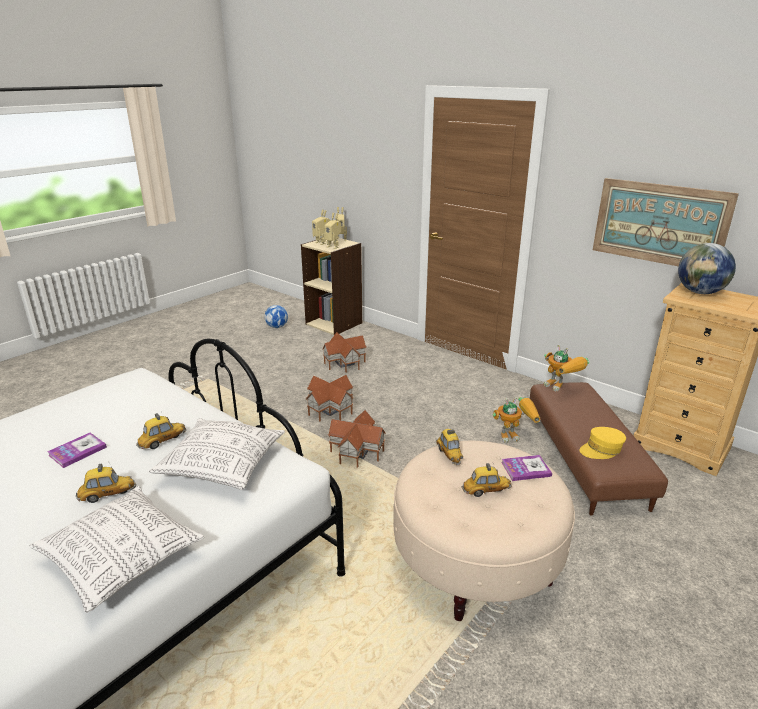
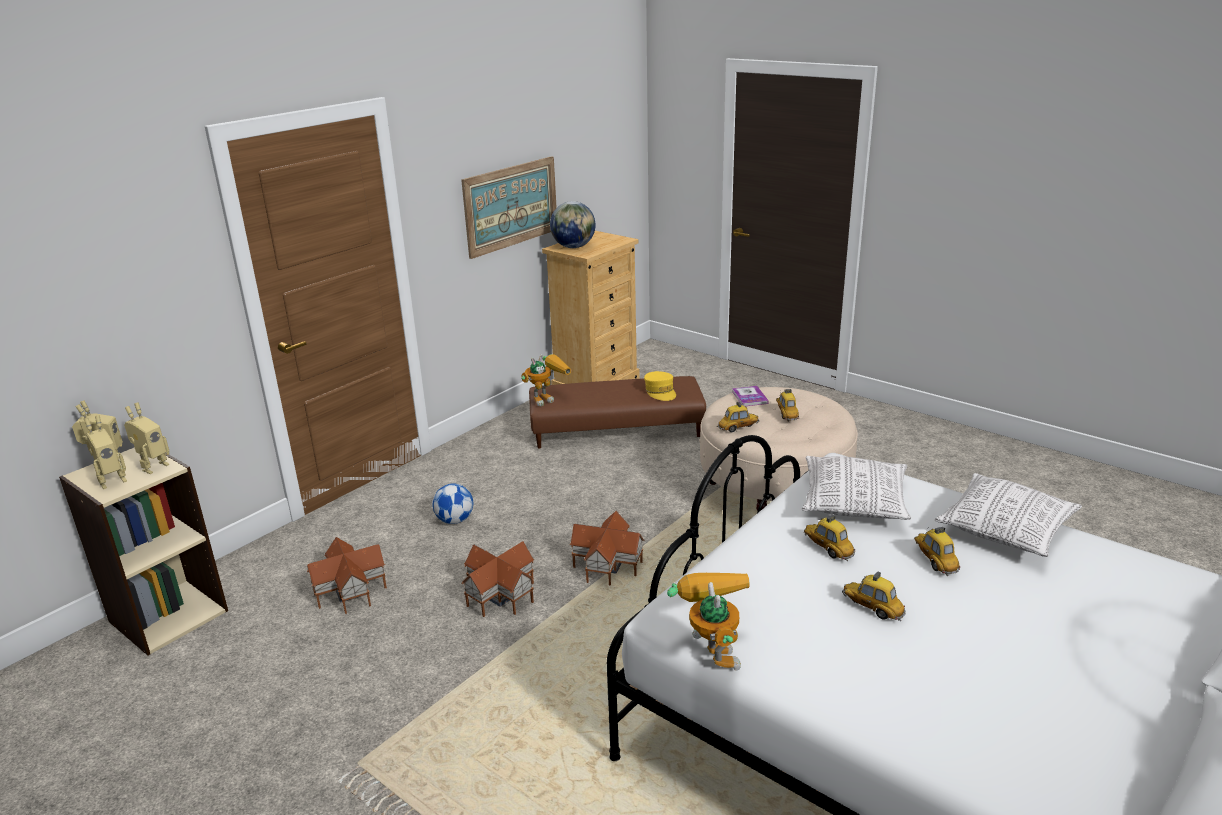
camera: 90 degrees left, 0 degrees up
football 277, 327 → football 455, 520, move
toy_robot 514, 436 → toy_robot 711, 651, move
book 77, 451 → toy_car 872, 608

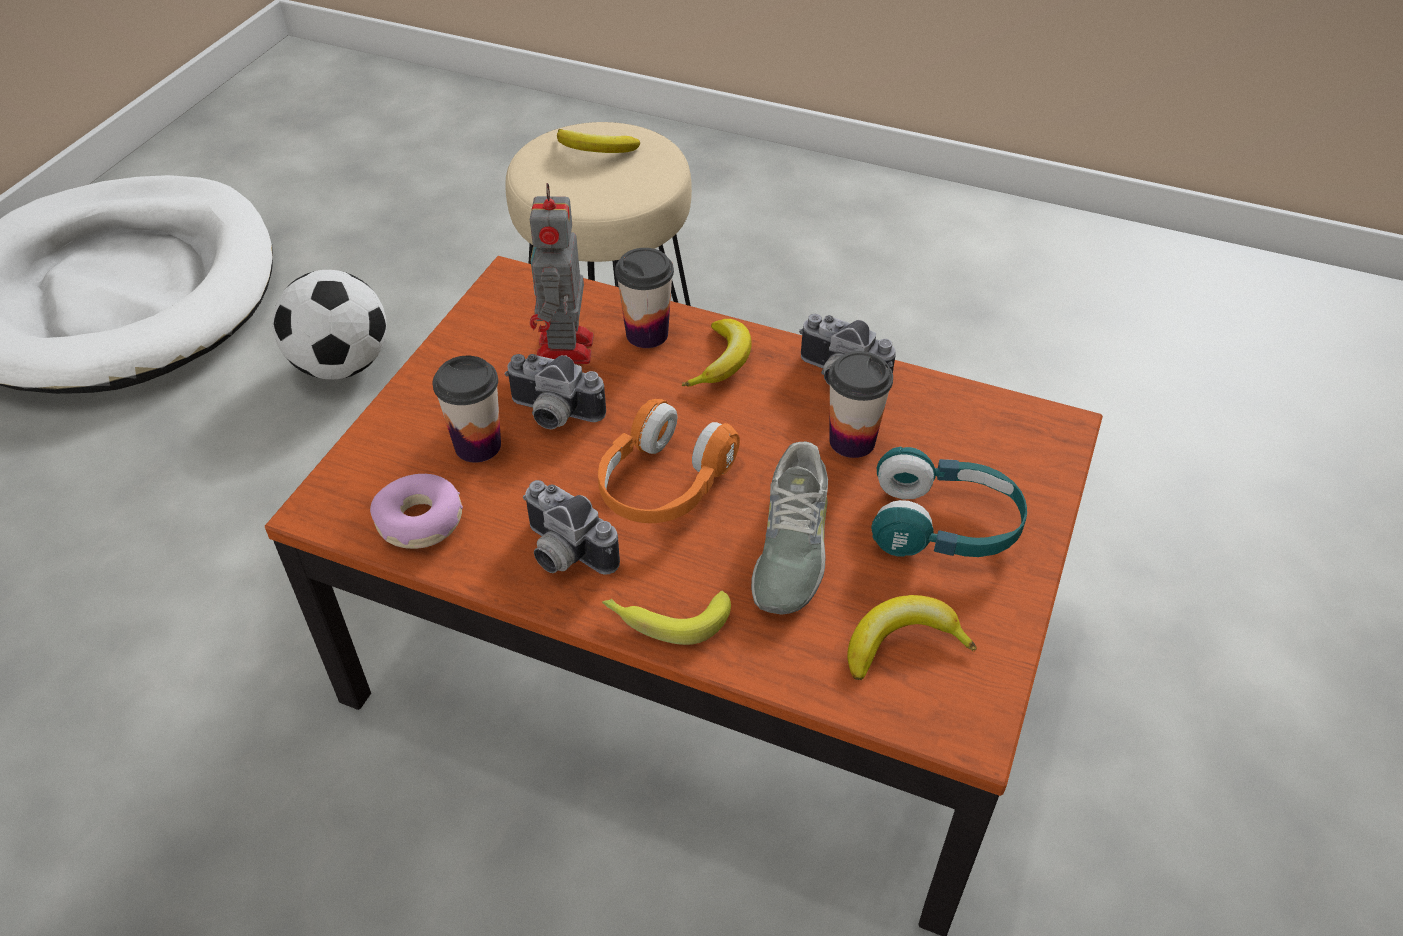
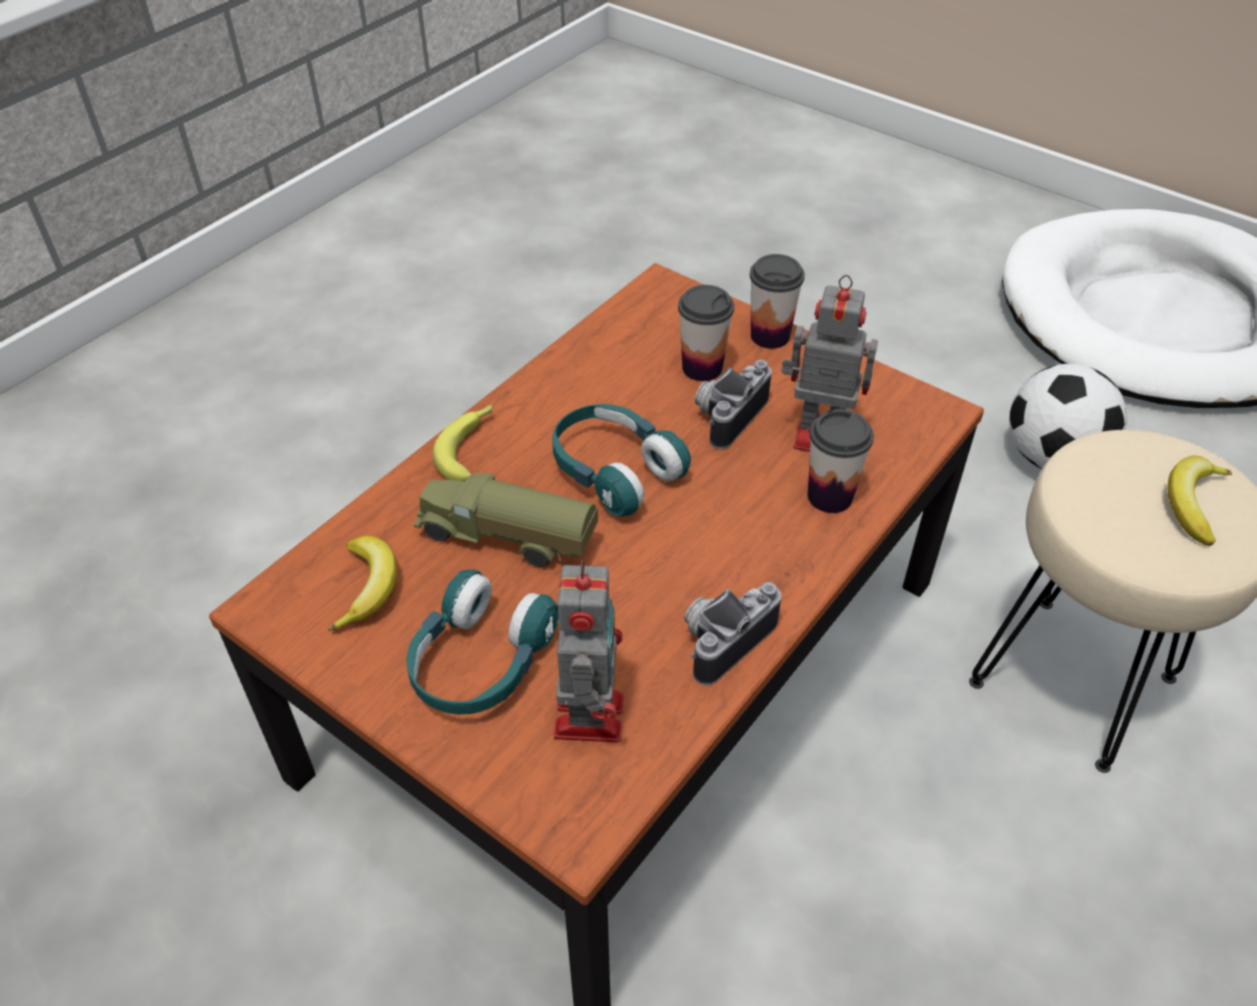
camera: 105 degrees right, 0 degrees up
banana 722, 361 → -
cup 852, 441 → cup 770, 336, move
orange_headphones 663, 484 → turquoise_headphones 614, 471
grey_shoe 790, 546 → toy_truck 507, 540
donut 420, 521 → -
photo_camera 562, 554 → -
- → toy_robot 589, 712

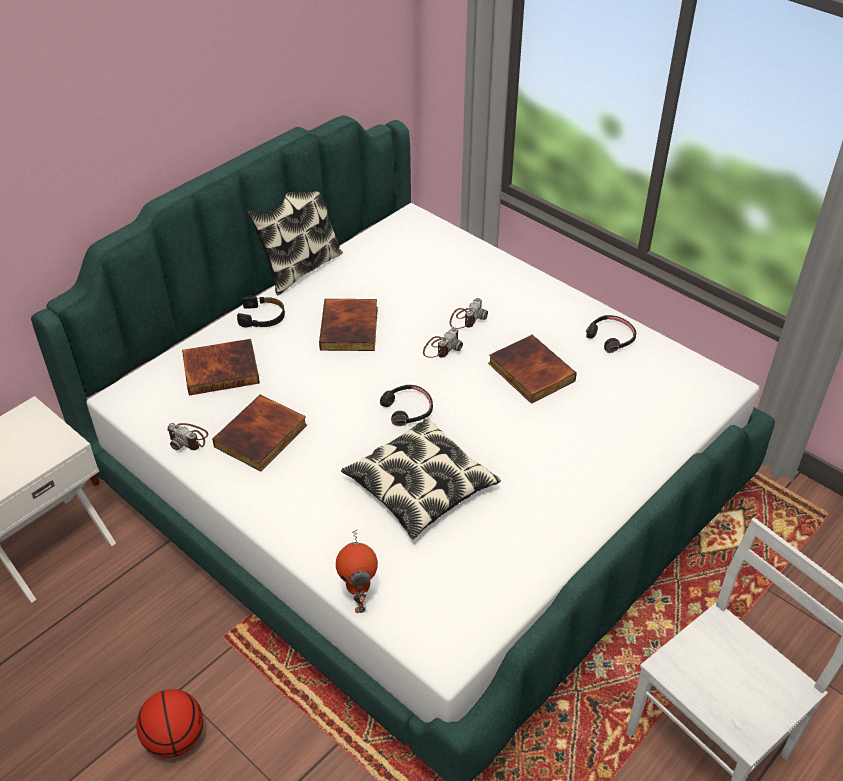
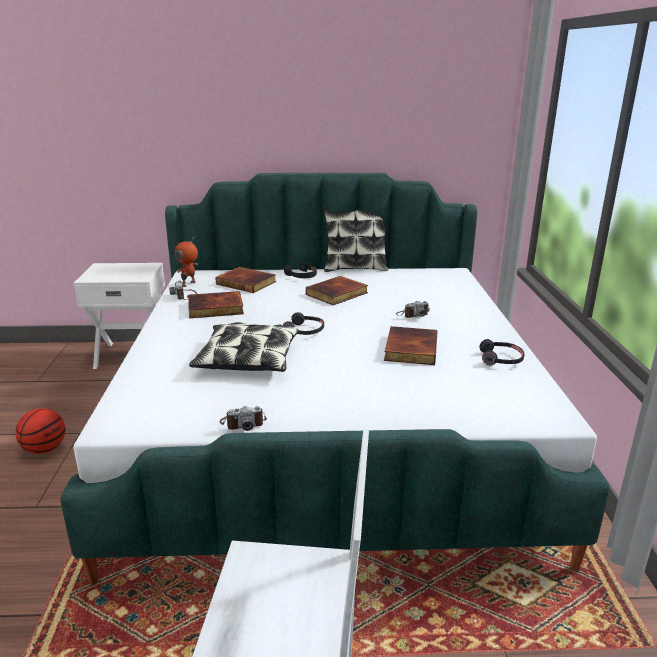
camera: 45 degrees right, 20 degrees down
photo_camera 441, 347 → photo_camera 243, 423, move
toy_robot 359, 599 → toy_robot 189, 284, move

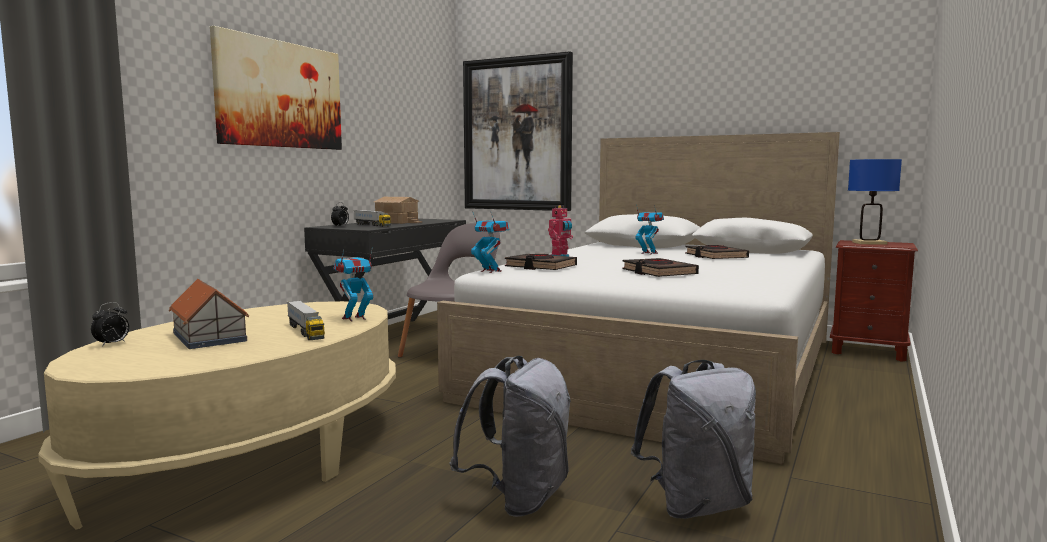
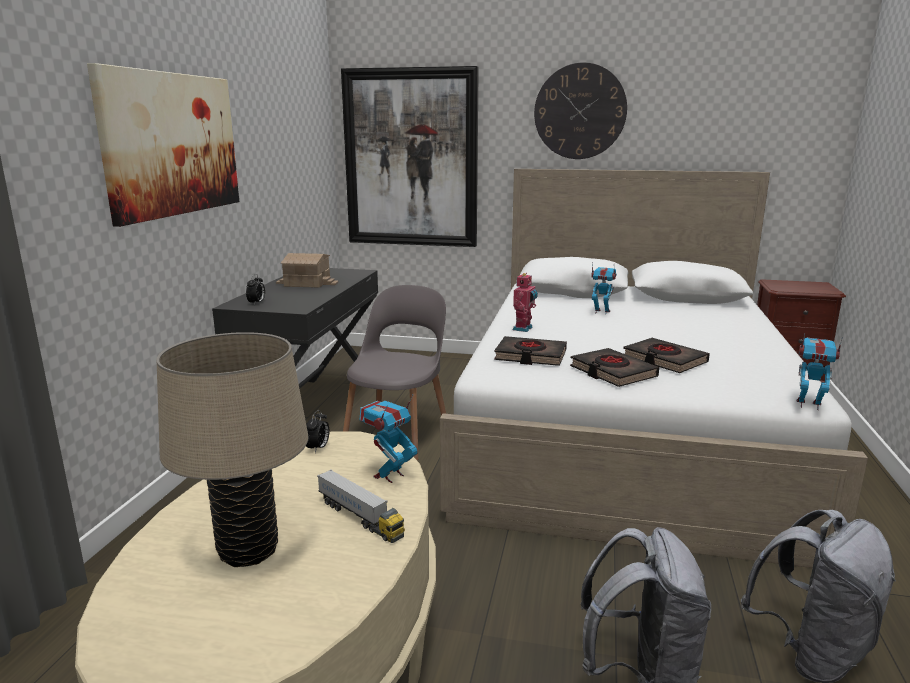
camera: 15 degrees left, 10 degrees up
blue_table_lamp 869, 243 → -
toy_truck 372, 225 → -
toy_robot 490, 271 → toy_robot 808, 405, move
black_book 715, 256 → black_book 612, 372, move
toy_house 209, 336 → beige_table_lamp 248, 551
alarm_clock 112, 344 → alarm_clock 318, 448, move
- → wall_clock 580, 111

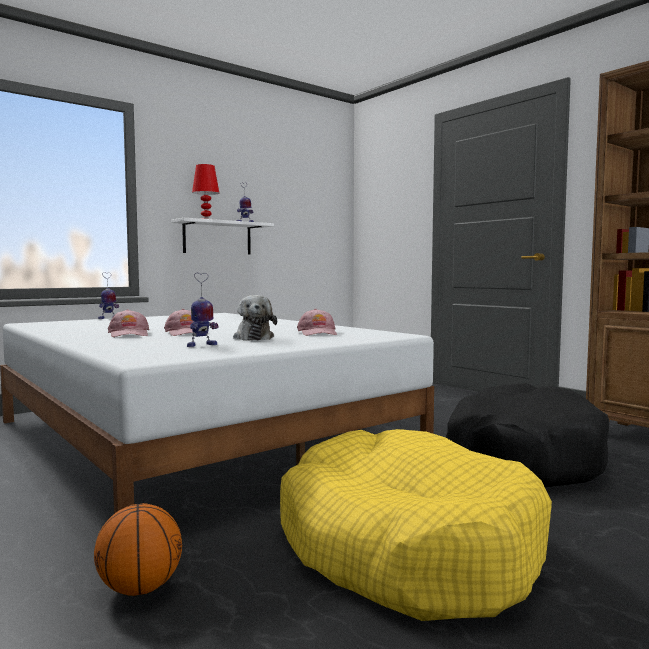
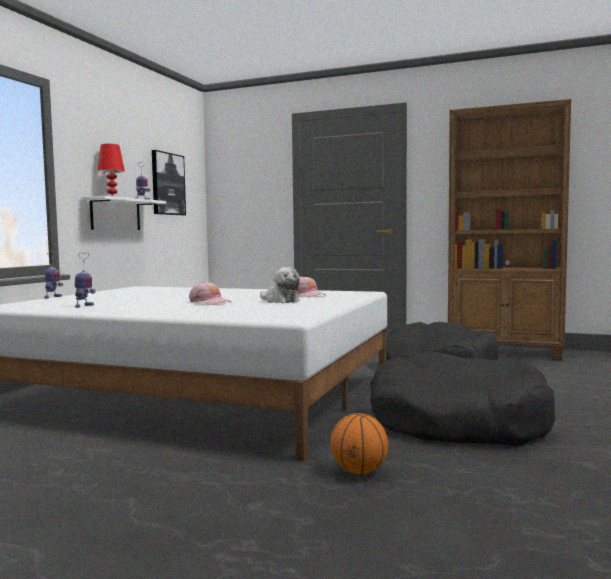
camera: 30 degrees left, 0 degrees up
toy_robot 201, 345 → toy_robot 83, 306, move
pink_cap 129, 334 → -
yellow_dog_bed 406, 547 → black_dog_bed 457, 422
- → picture 167, 184

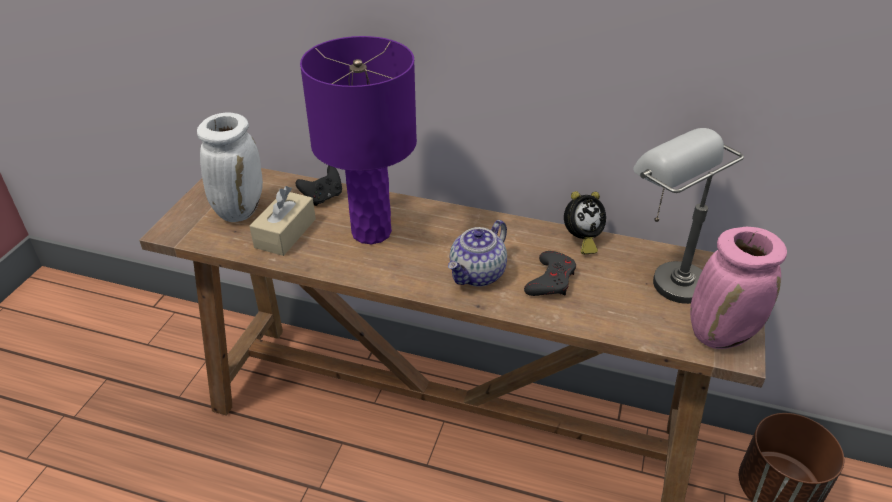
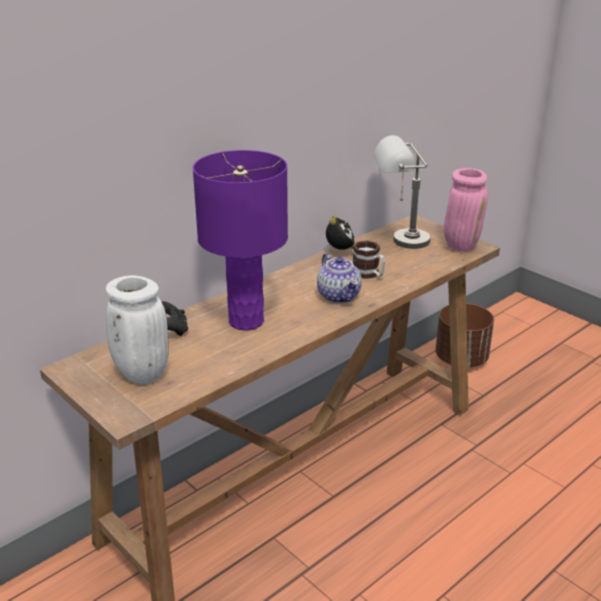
camera: 60 degrees left, 10 degrees down
beige_tissue_box 285, 233 → -
grey_game_controller 551, 280 → mug 369, 274

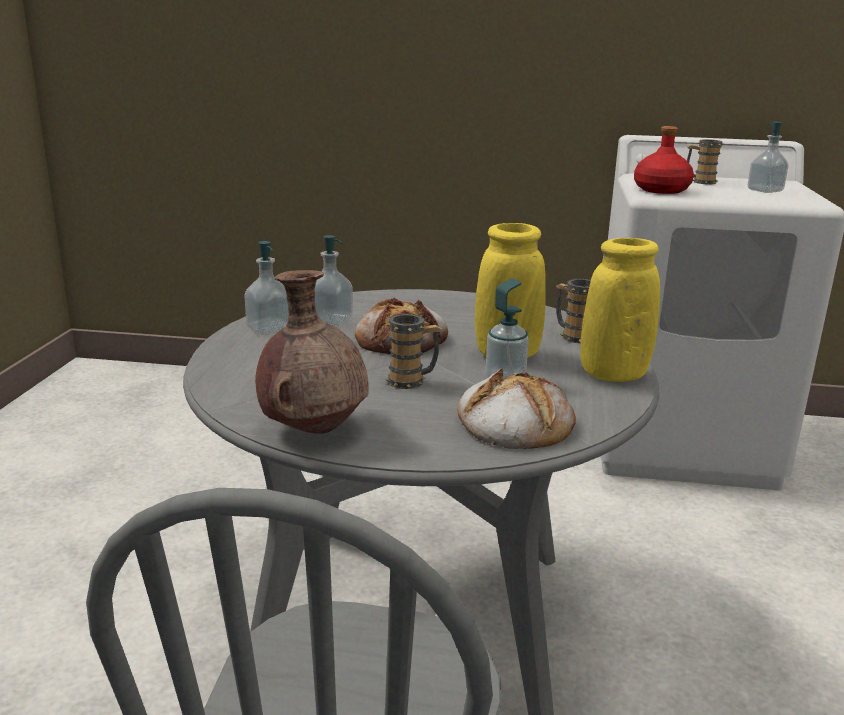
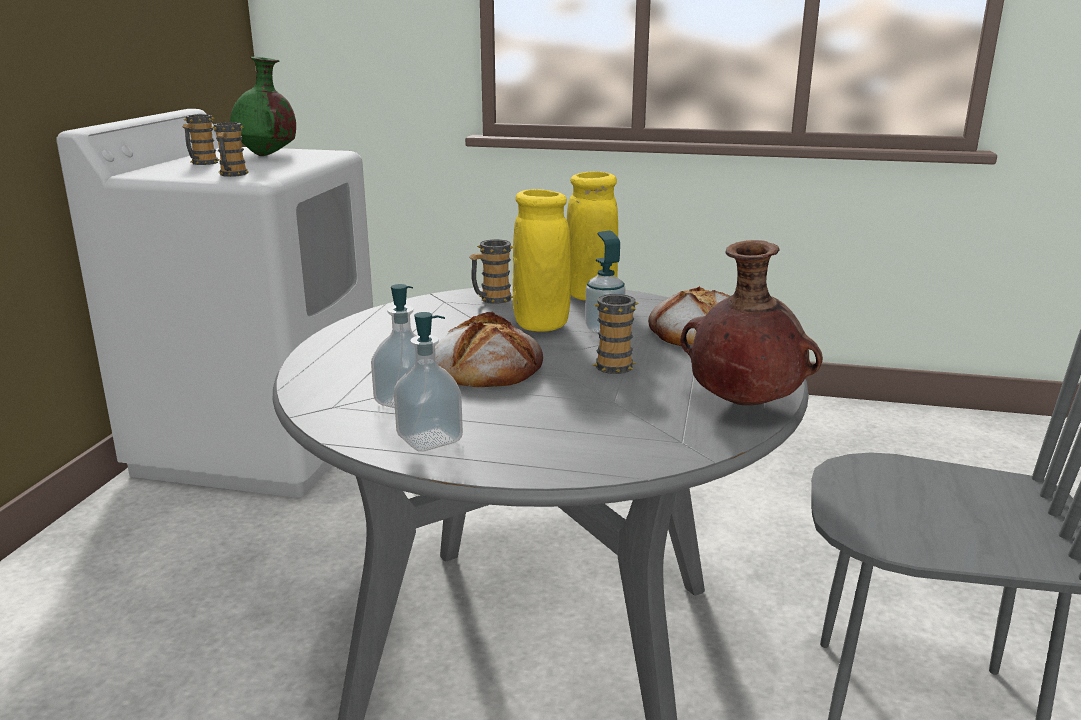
camera: 85 degrees left, 0 degrees up
soap_dispenser 765, 190 → green_vase 267, 155
red_bottle 660, 190 → mug 232, 175

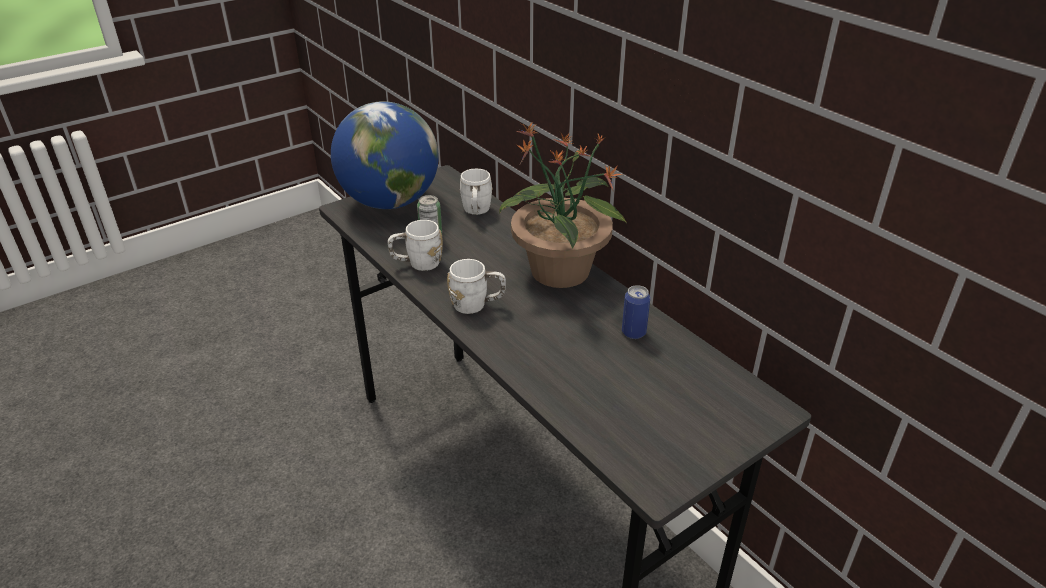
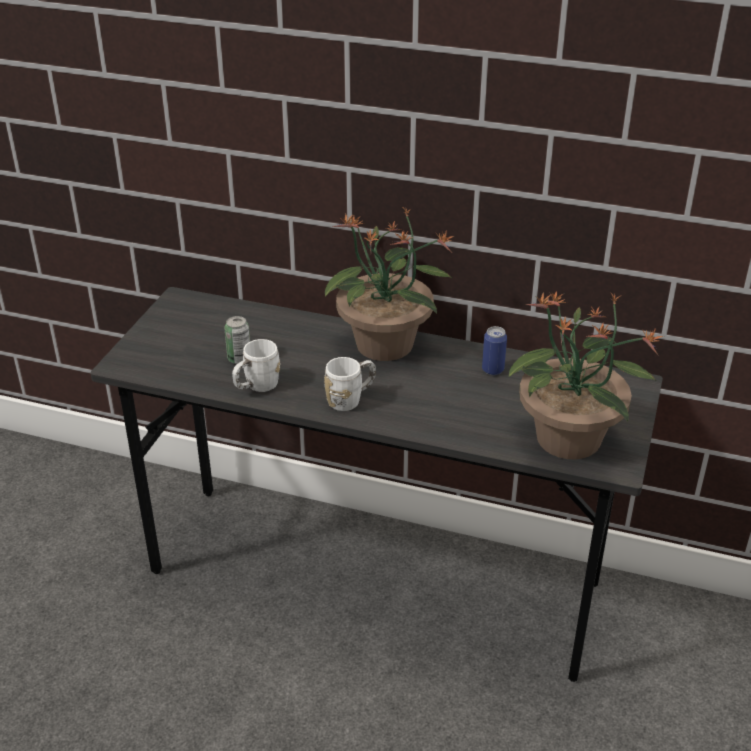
camera: 35 degrees left, 0 degrees up
globe 390, 202 → -
white_mug 476, 212 → -
- → potted_plant 569, 440

